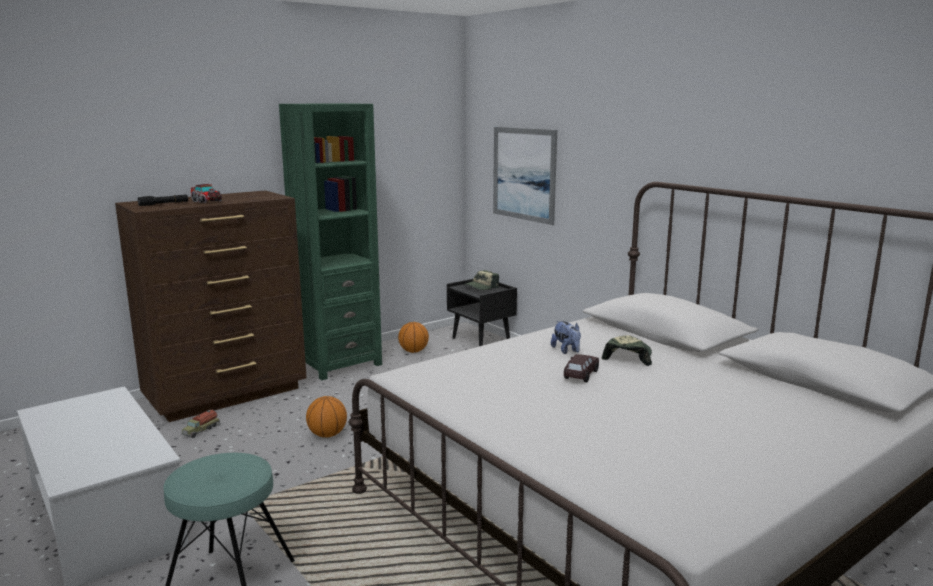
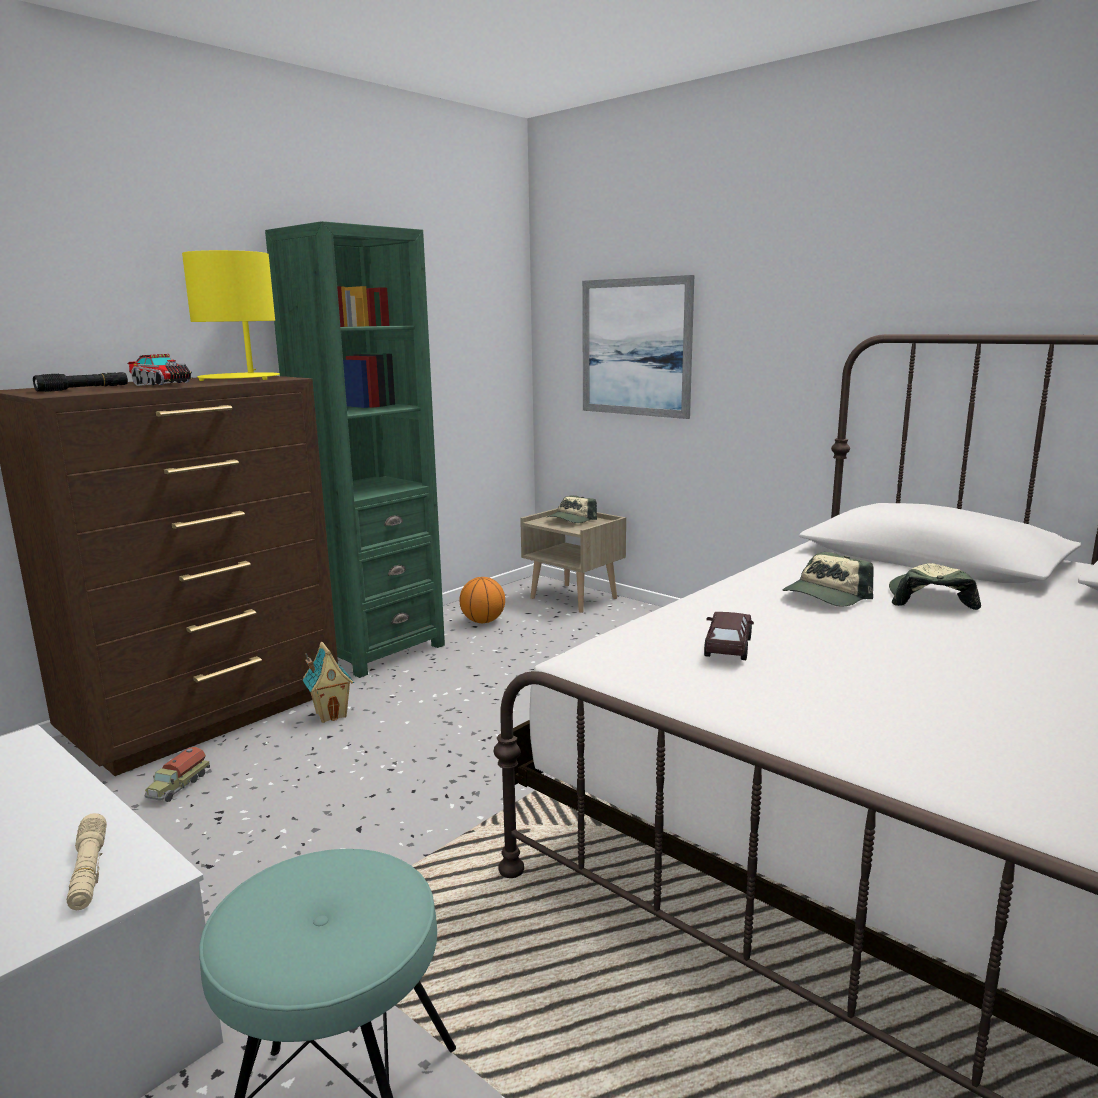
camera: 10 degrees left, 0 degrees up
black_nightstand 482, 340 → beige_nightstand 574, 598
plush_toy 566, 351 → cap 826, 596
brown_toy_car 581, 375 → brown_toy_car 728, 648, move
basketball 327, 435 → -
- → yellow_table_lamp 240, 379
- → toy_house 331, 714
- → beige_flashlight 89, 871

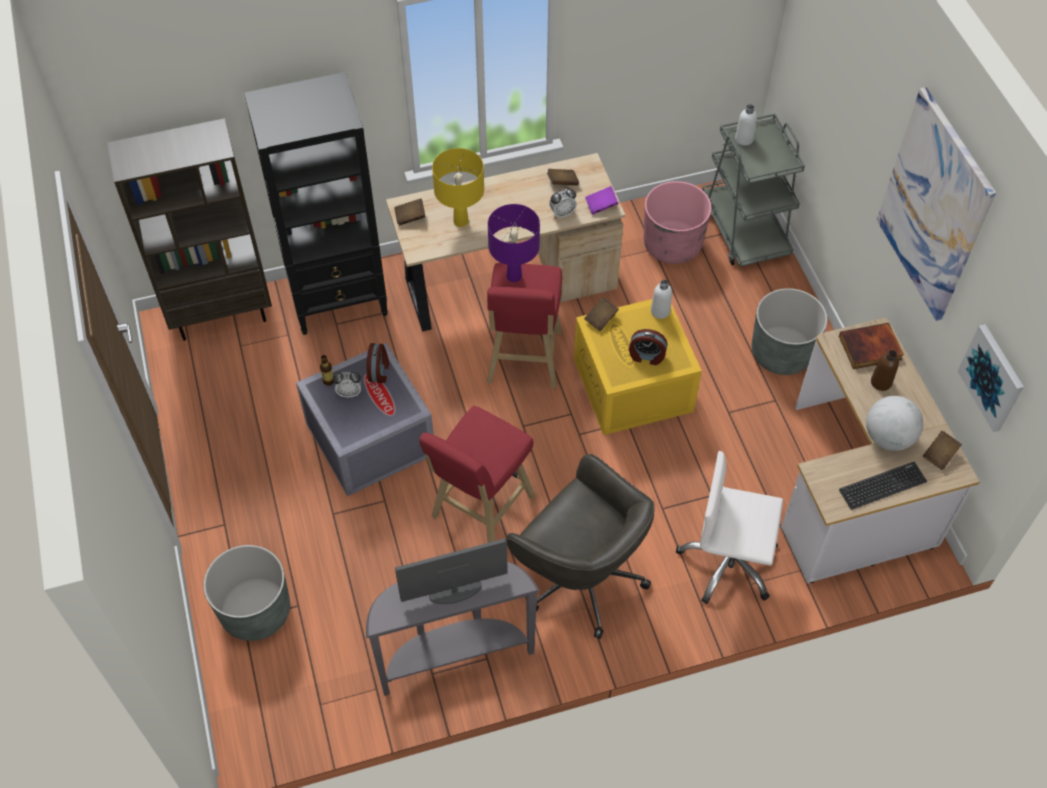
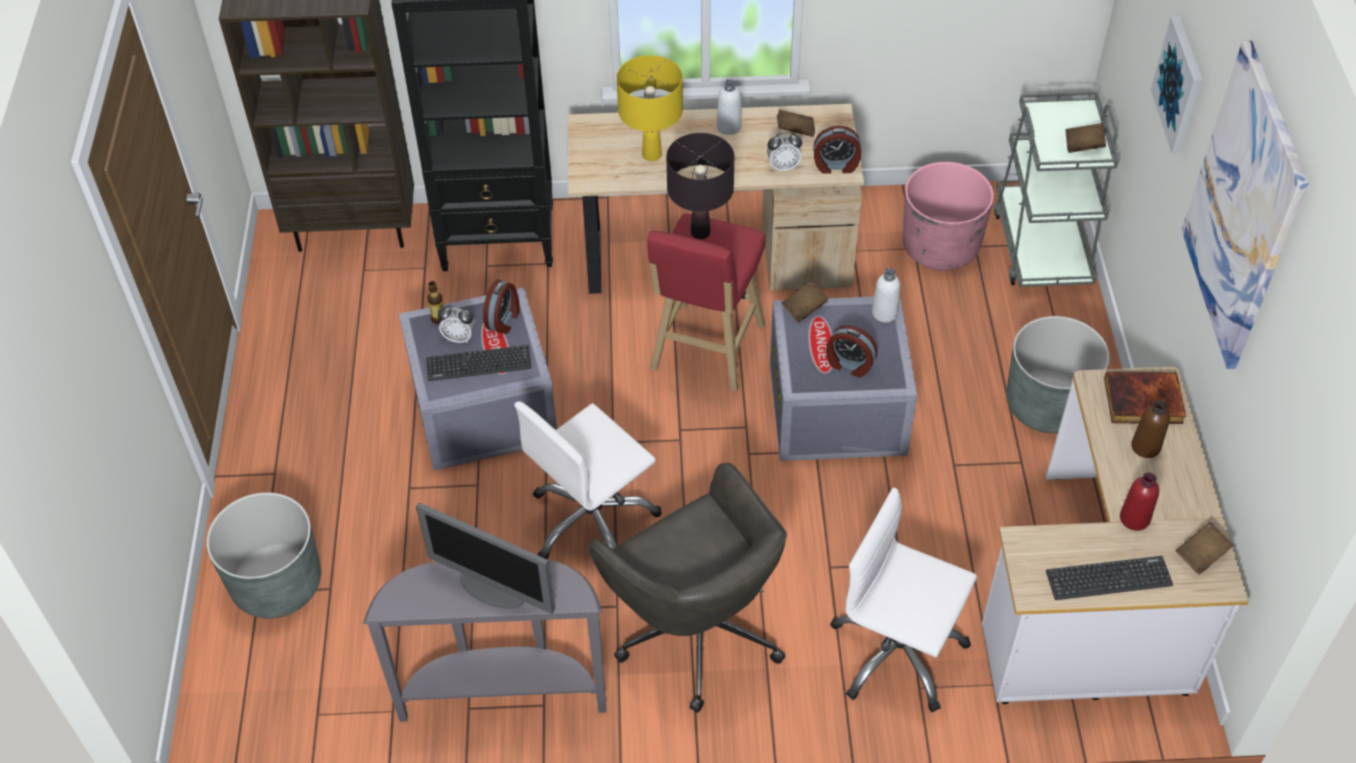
camera: 15 degrees right, 5 degrees down
white_bottle 744, 139 → white_bottle 729, 127, move
purple_book 601, 205 → alarm_clock 836, 166
brown_book 410, 217 → brown_book 1083, 145, move
purple_table_lamp 514, 276 → black_table_lamp 700, 232
yellow_storage_box 635, 386 → grey_storage_box 839, 409
picture 992, 377 → picture 1180, 85, move
globe 888, 437 → red_bottle 1134, 518
red_stool 480, 510 → white_office_chair 593, 521
monitor 454, 591 → monitor 492, 589, 150 degrees counterclockwise
- → keyboard 479, 364

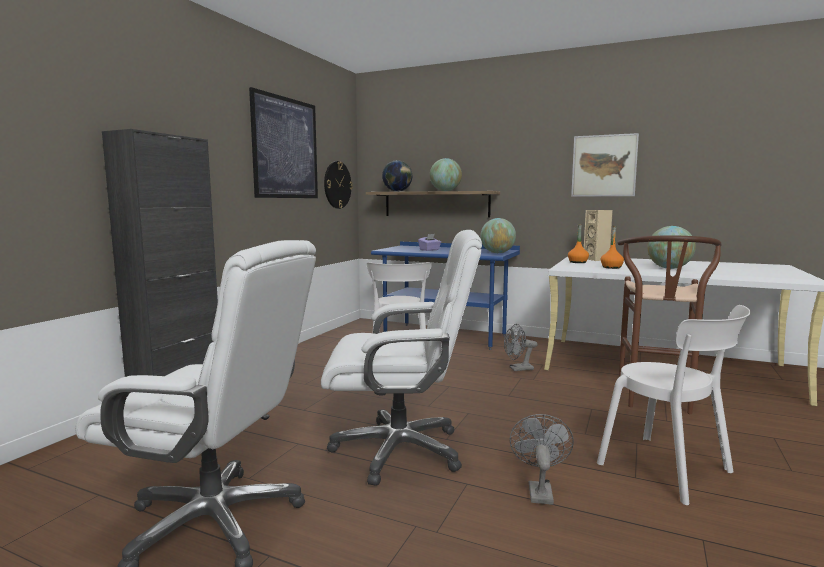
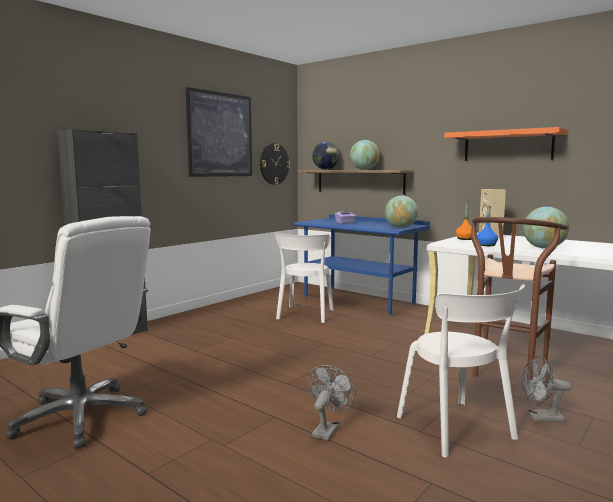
camera: 15 degrees right, 0 degrees up
picture 604, 165 → orange_shelf 507, 146
orange_bottle 611, 267 → blue_bottle 486, 245
white_office_chair 400, 450 → -
grey_fan 518, 369 → grey_fan 540, 418, move

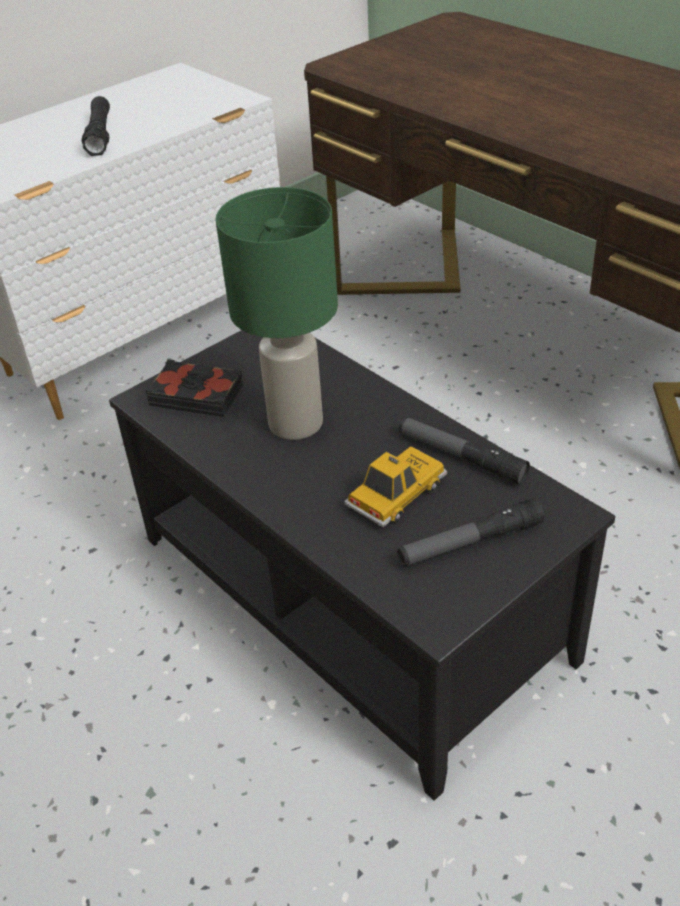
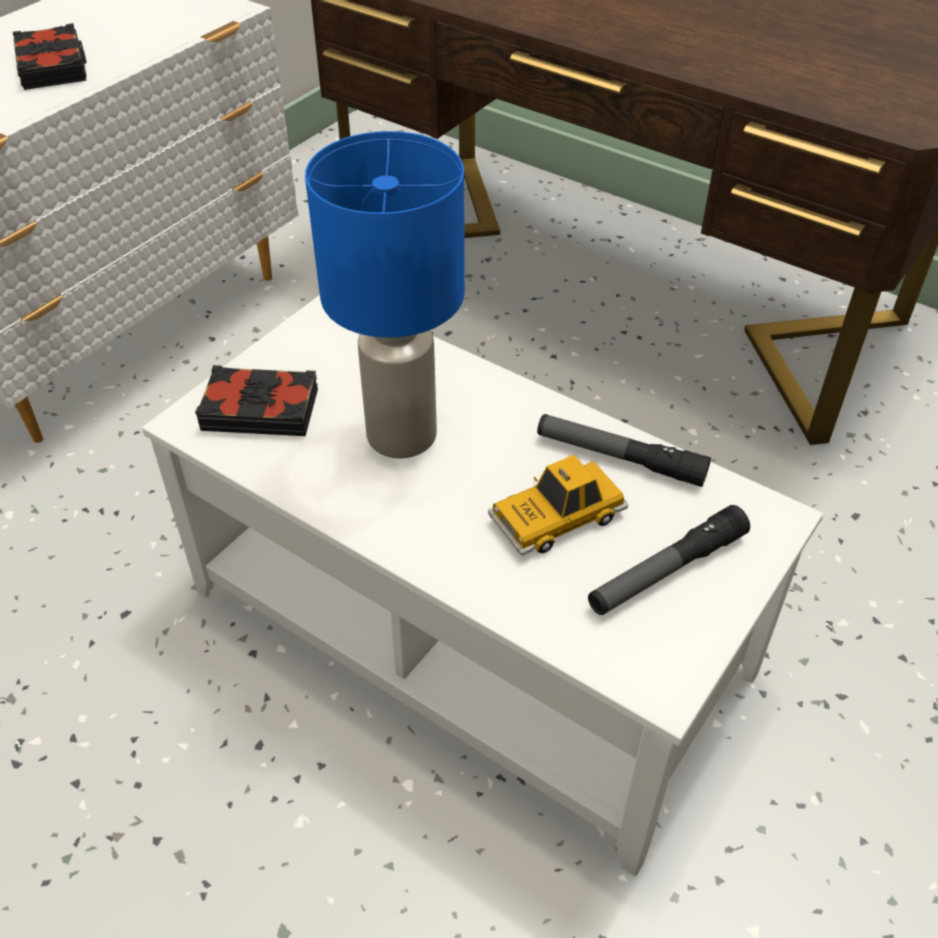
camera: 15 degrees left, 5 degrees up
black_flashlight 100, 135 → black_book 53, 66
green_table_lamp 294, 424 → blue_table_lamp 400, 436
black_coffee_table 346, 599 → white_coffee_table 465, 634
toy_car 396, 494 → toy_car 557, 517, 150 degrees counterclockwise

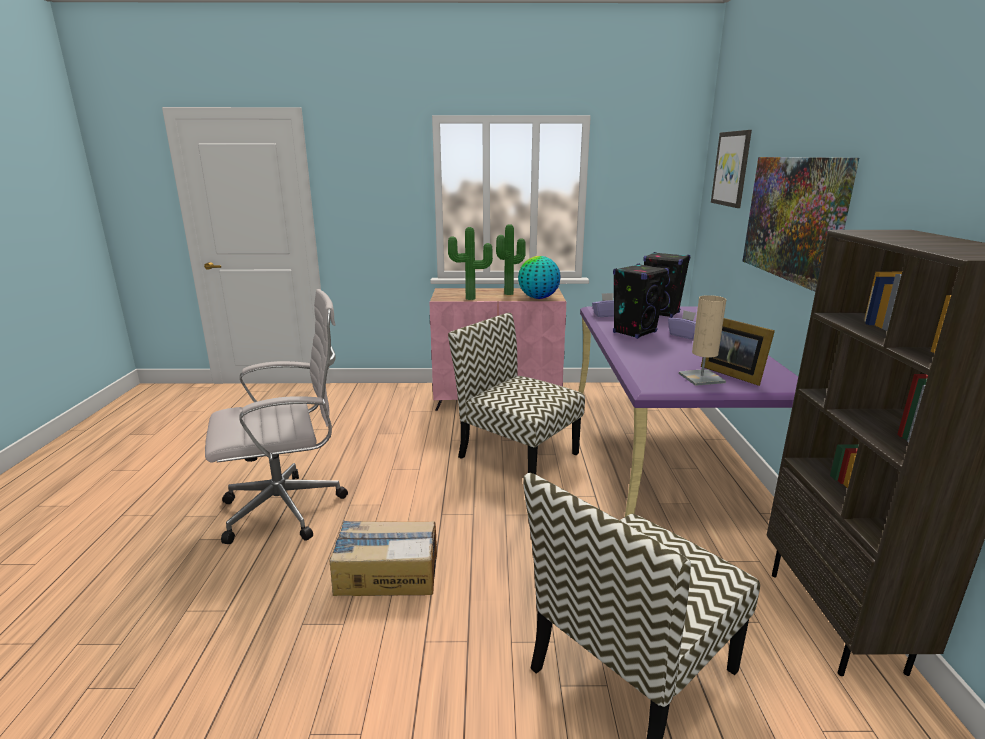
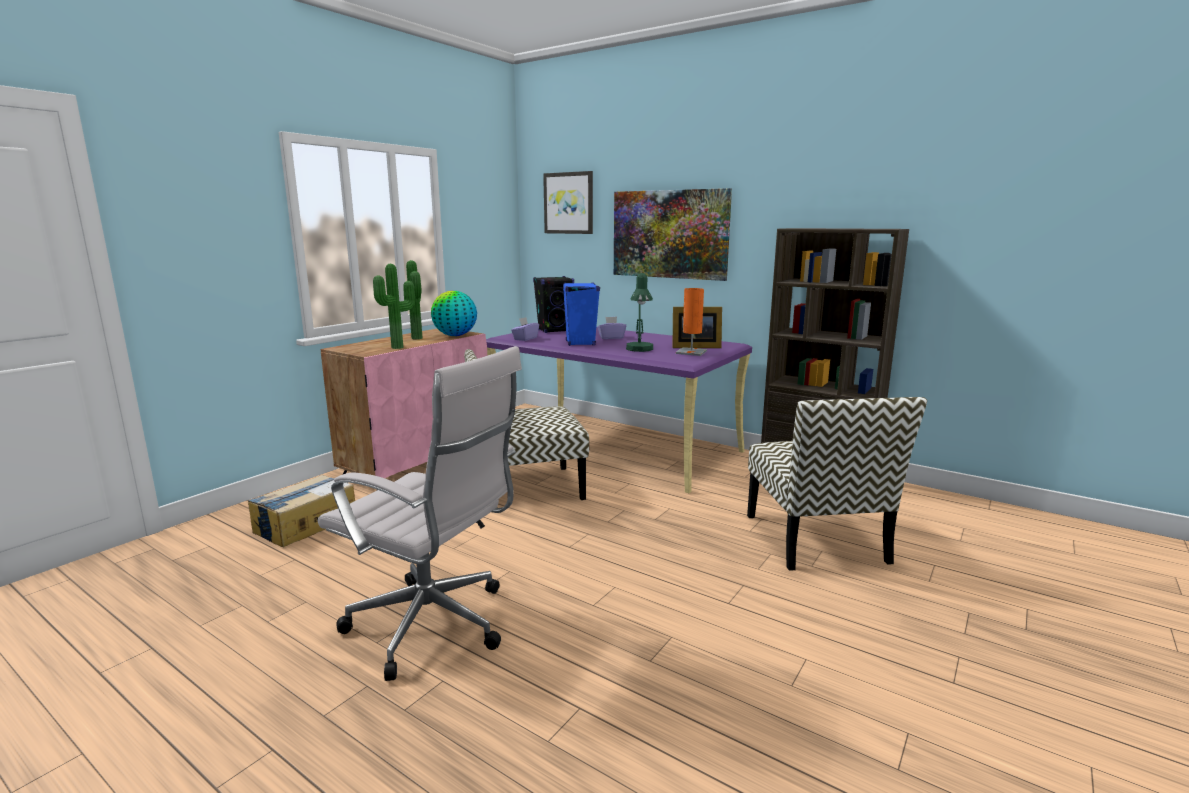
camera: 55 degrees left, 5 degrees down
black_speaker 634, 332 → blue_speaker 580, 343
white_office_chair 289, 508 → white_office_chair 435, 627, 105 degrees clockwise
beige_table_lamp 701, 378 → orange_table_lamp 691, 352
cardboard_box 386, 572 → cardboard_box 305, 524, move
- → green_table_lamp 639, 350

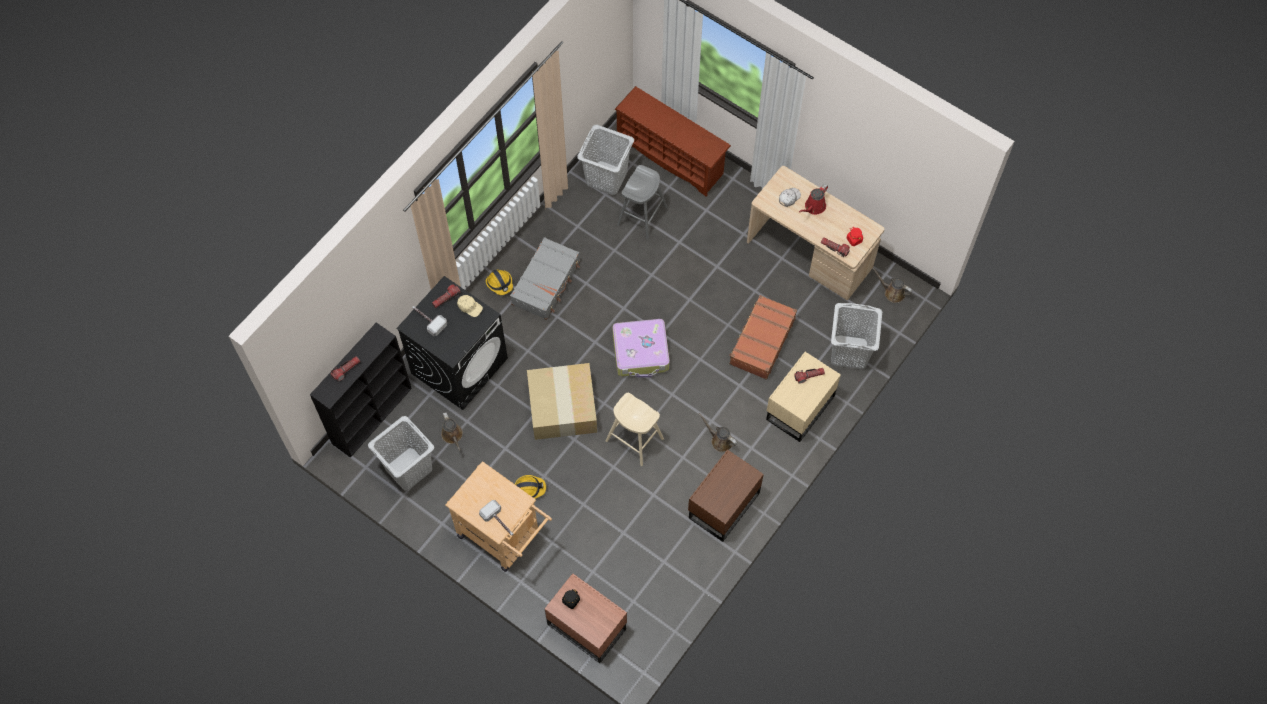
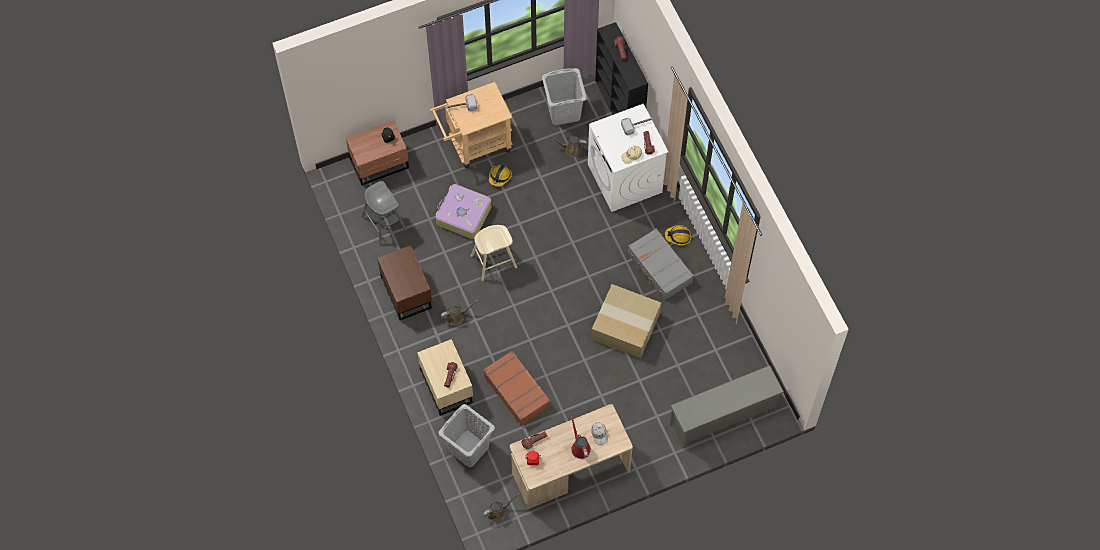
camera: 120 degrees right, 0 degrees up
brown_shoe_rack 671, 156 → grey_shoe_rack 723, 418
grey_laundry_basket 606, 177 → -
grey_stool 642, 216 → grey_stool 384, 223, move
black_washing_machine 459, 365 → white_washing_machine 625, 178
suitcase 641, 352 → suitcase 463, 215, move
cardboard_box 563, 408 → cardboard_box 624, 326, move

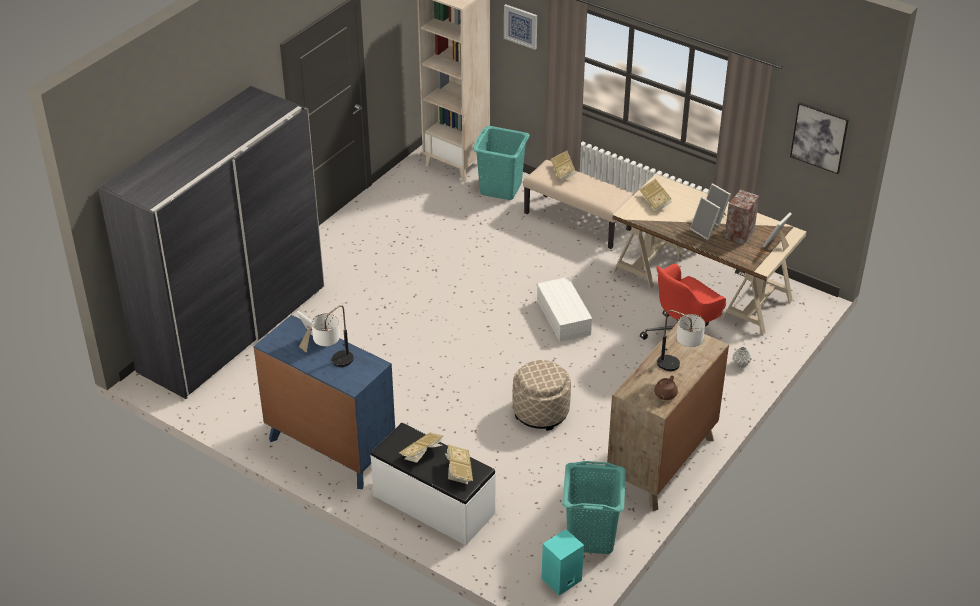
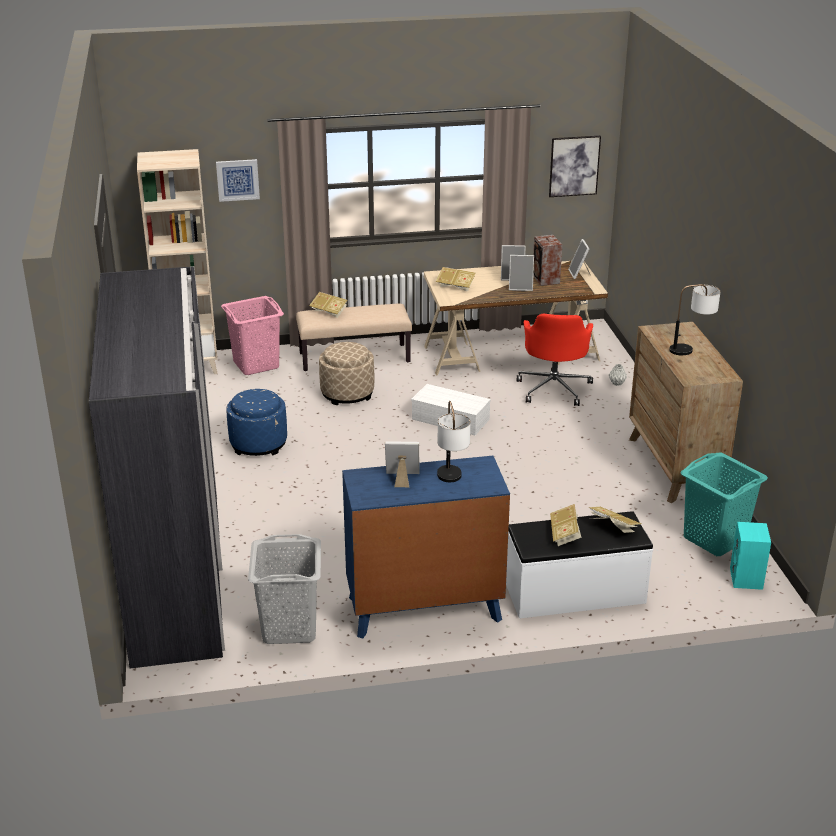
camera: 45 degrees left, 10 degrees down
turquoise_laundry_basket 501, 189 → pink_laundry_basket 256, 365
beige_ottoman 541, 412 → beige_ottoman 347, 393, move
brown_teapot 665, 394 → -
- → blue_ottoman 258, 444
- → grey_laundry_basket 289, 627

